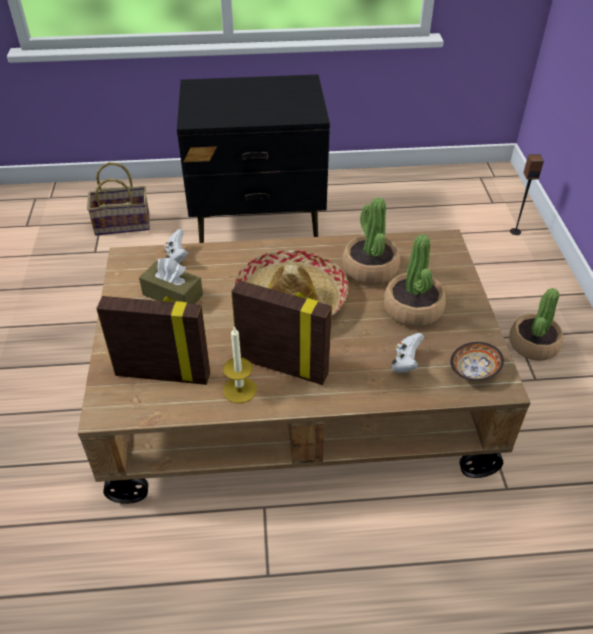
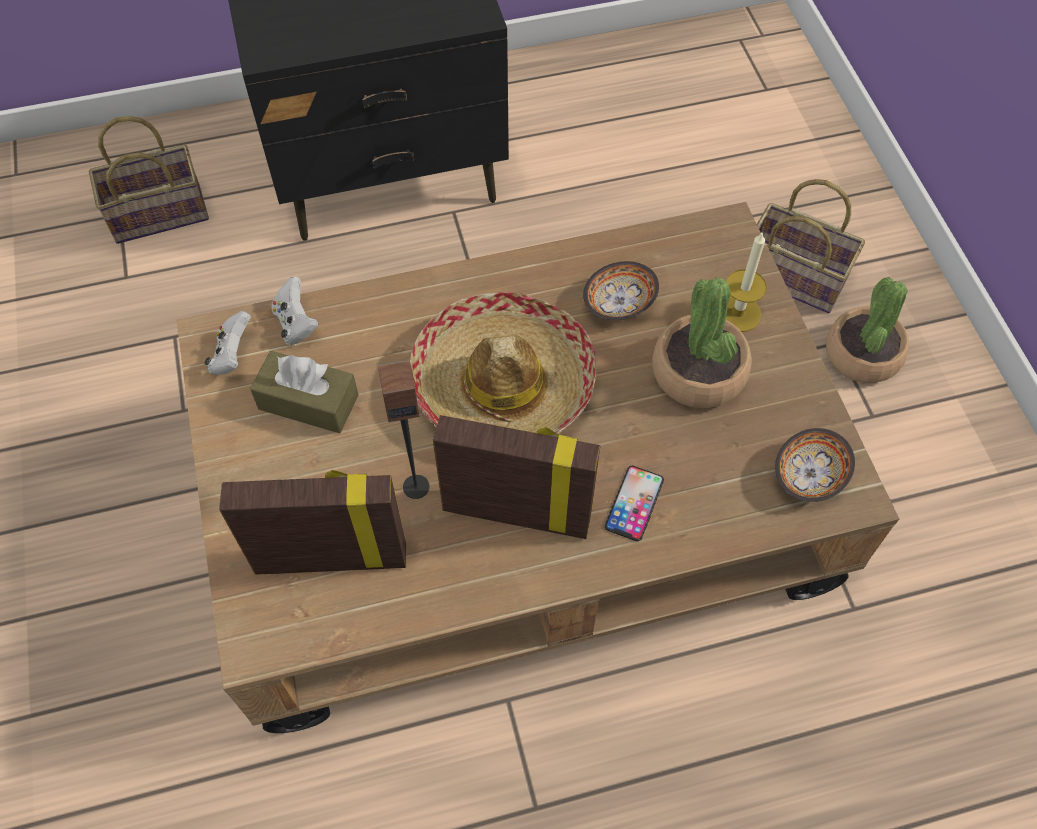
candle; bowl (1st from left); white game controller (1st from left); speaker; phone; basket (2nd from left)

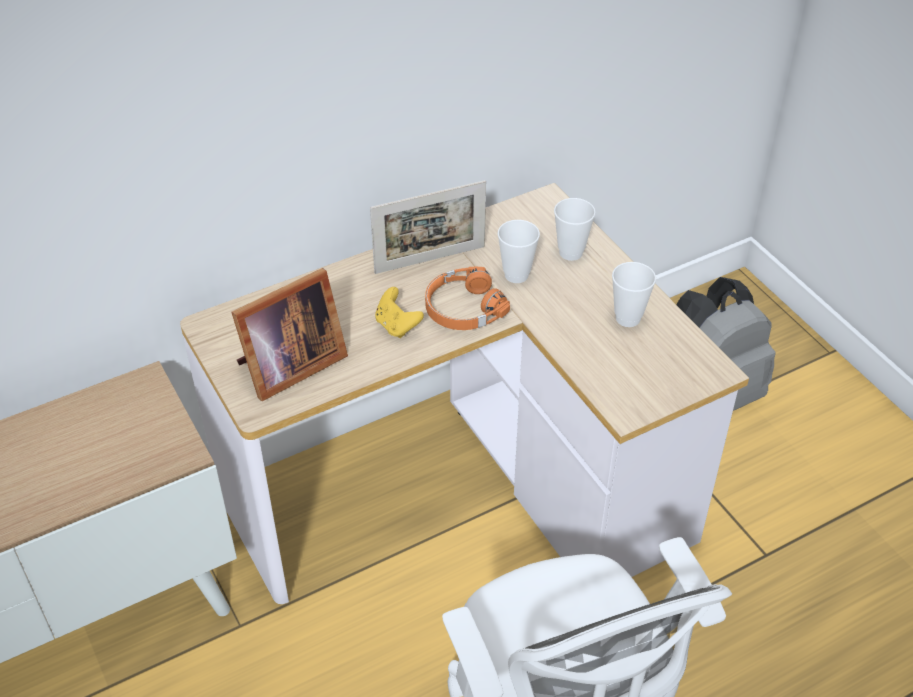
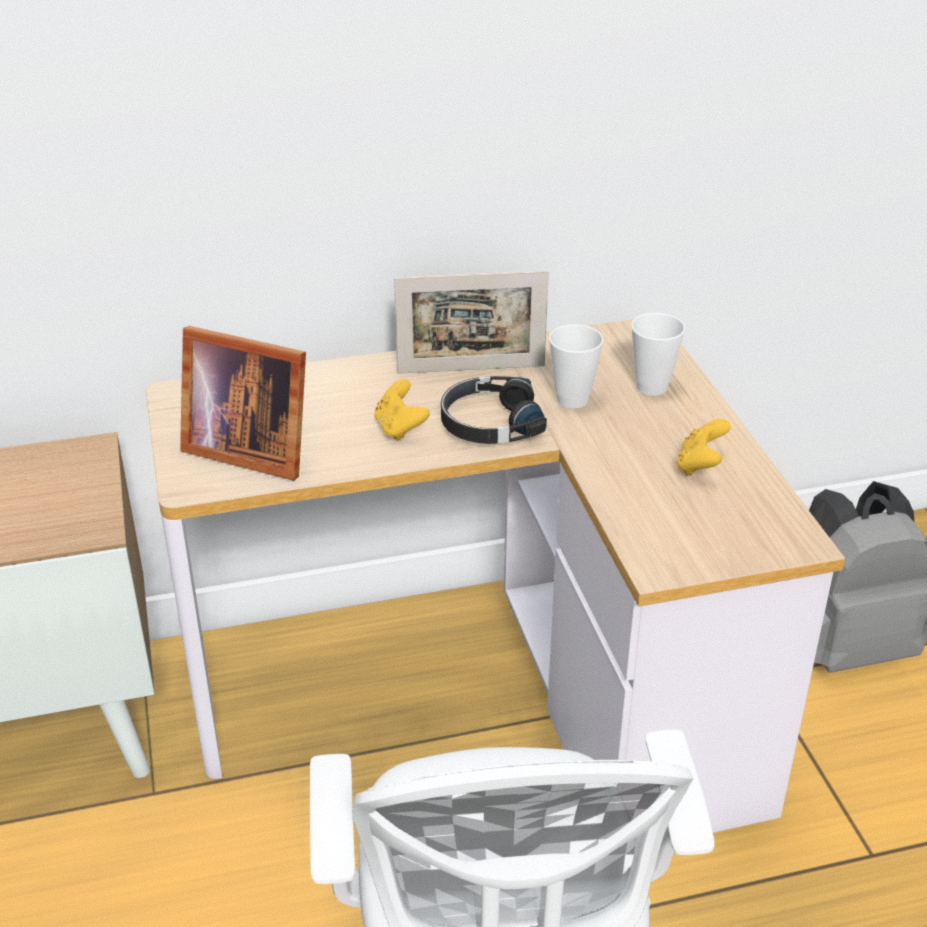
picture frame (1st from left); black headphones; yellow game controller (2nd from left)

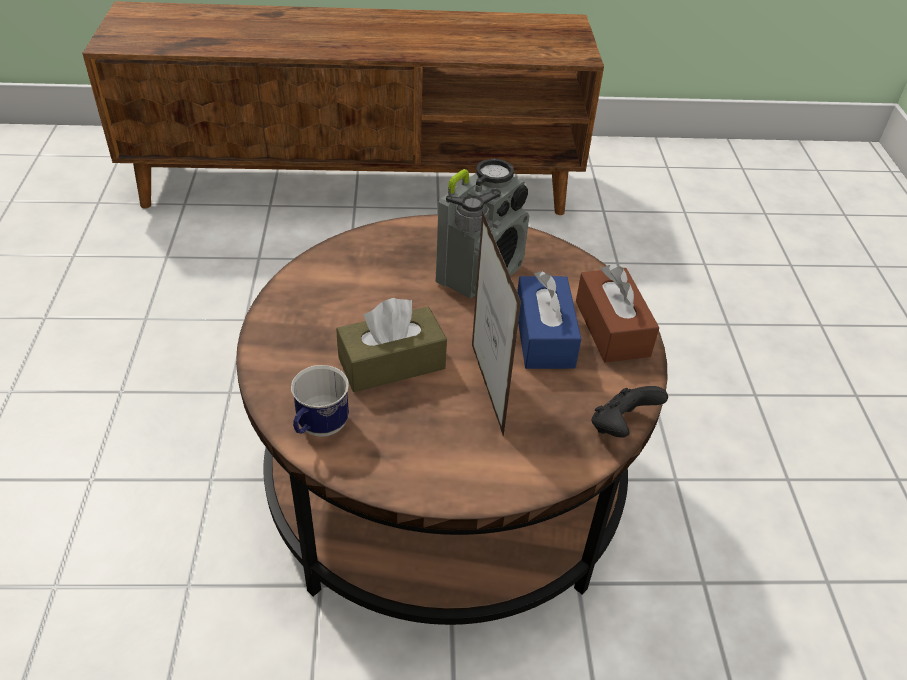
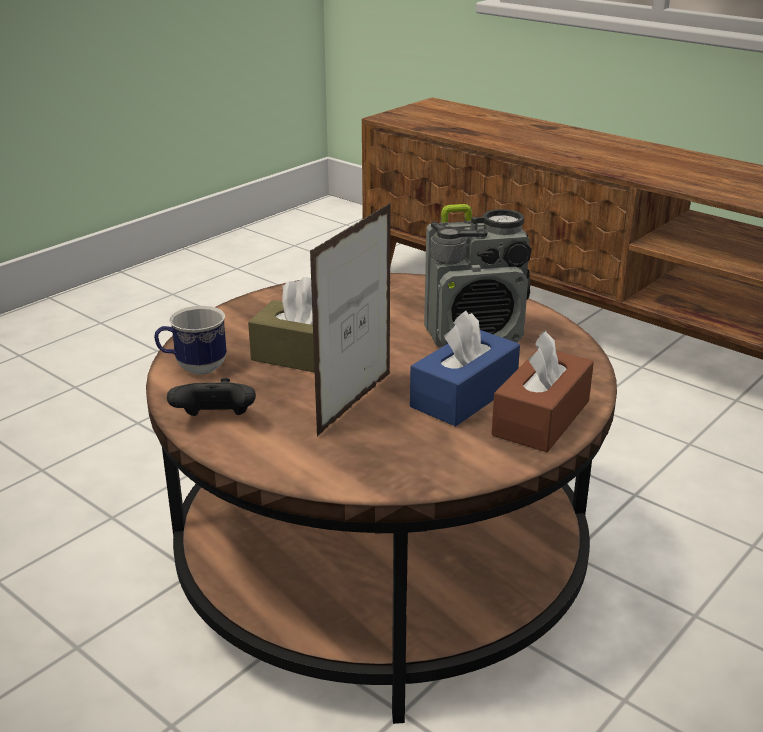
black game controller

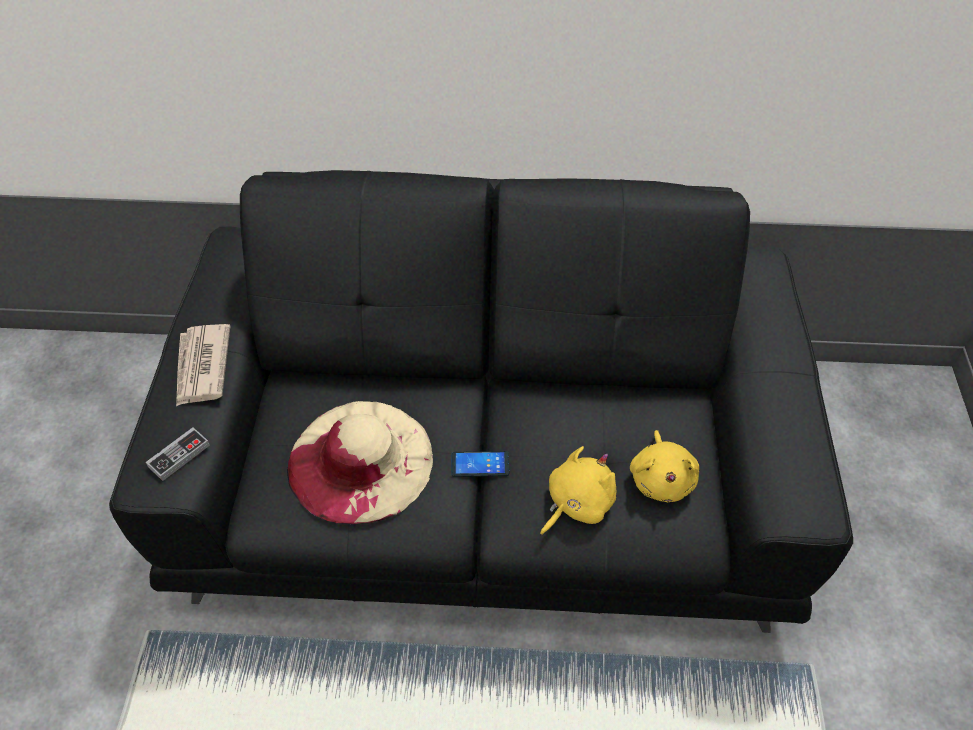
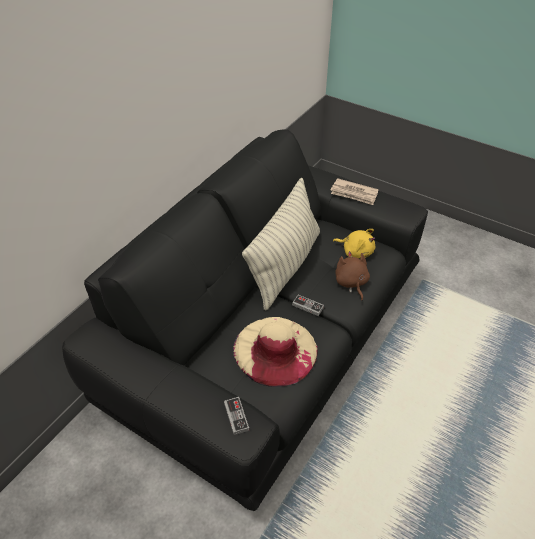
newspaper; game controller (2nd from left); brown plush toy; pillow

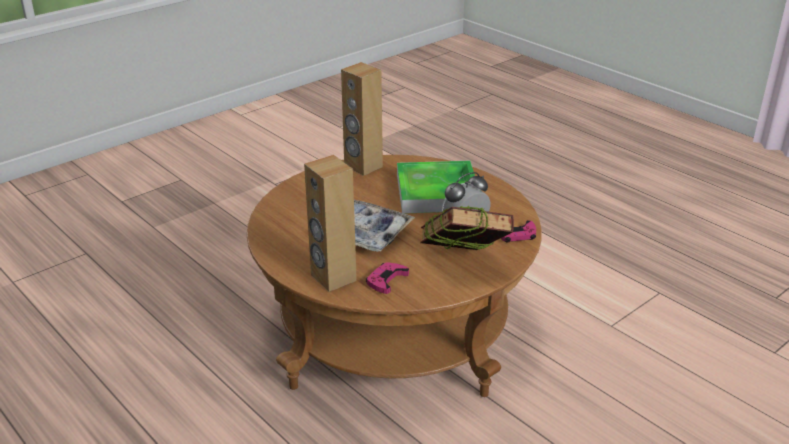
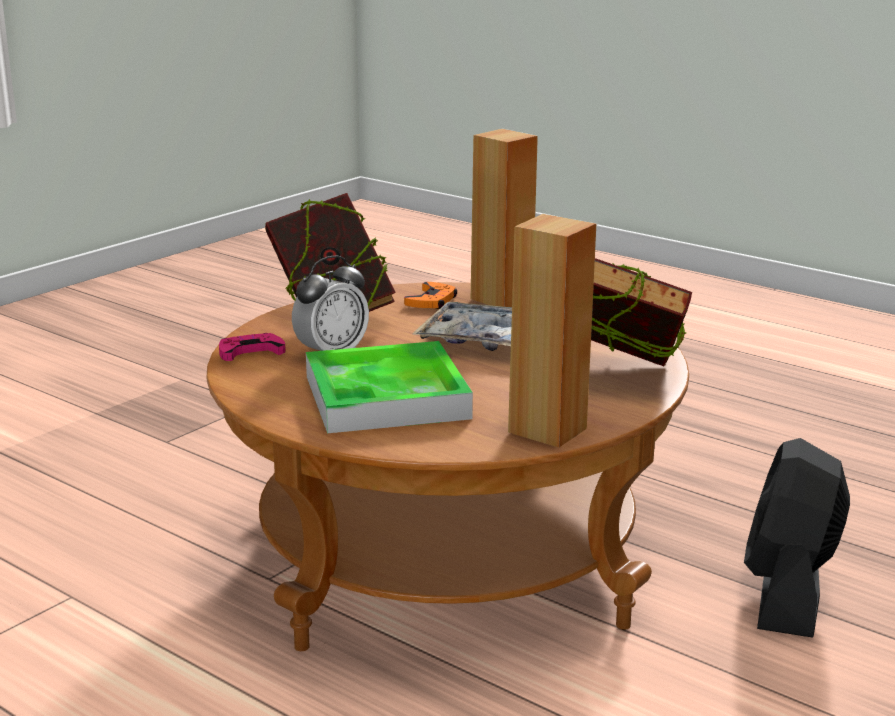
orange game controller; book (2nd from left); black fan

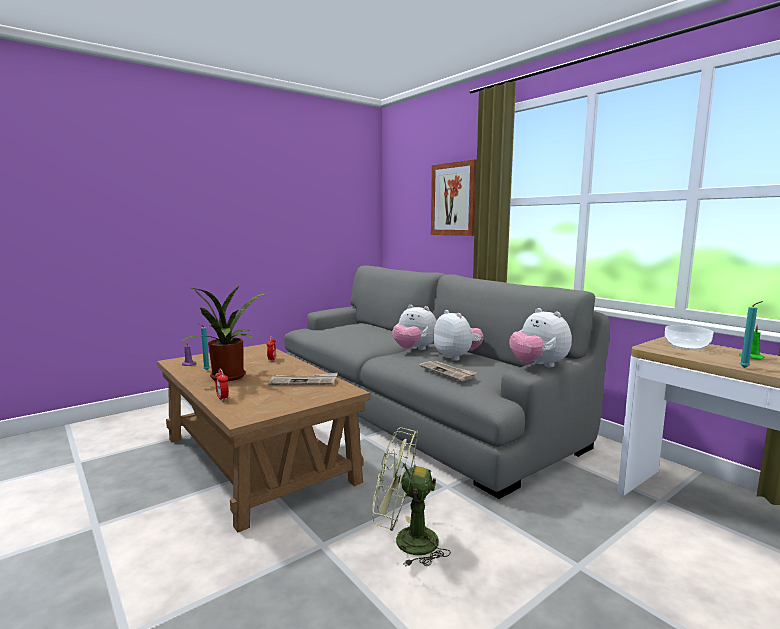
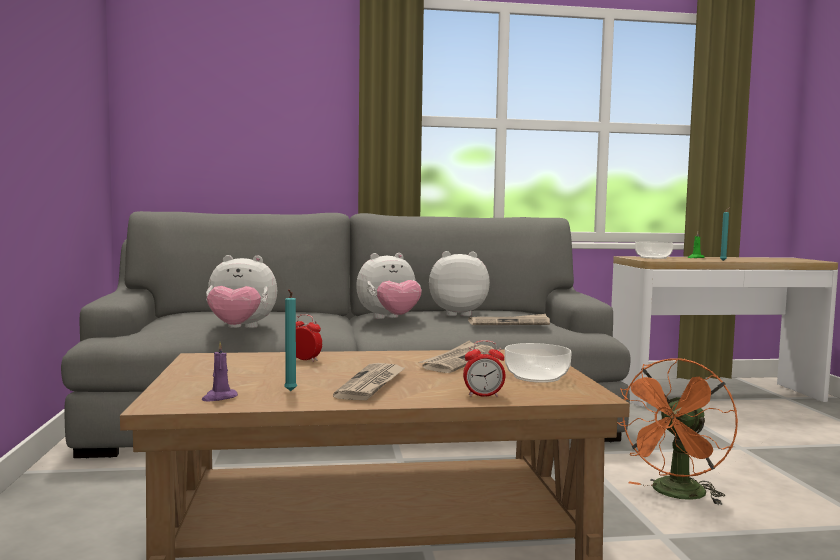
newspaper (1st from left); orange fan; picture; plush toy (1st from left); bowl (1st from left)

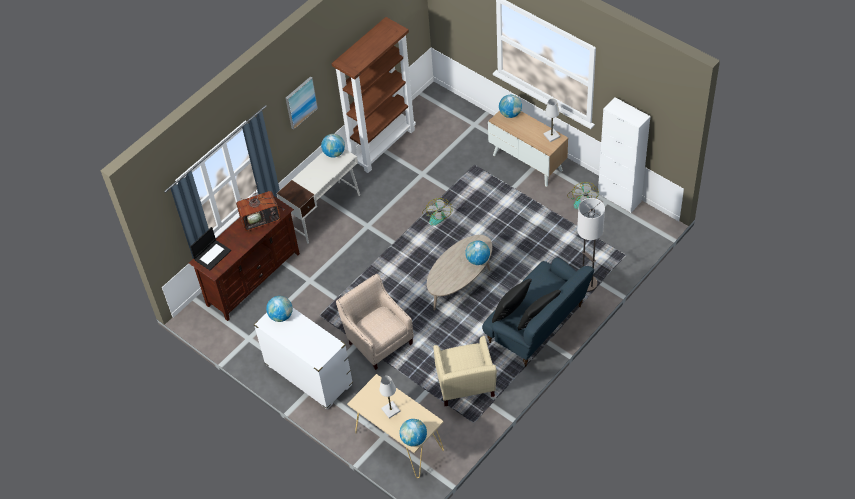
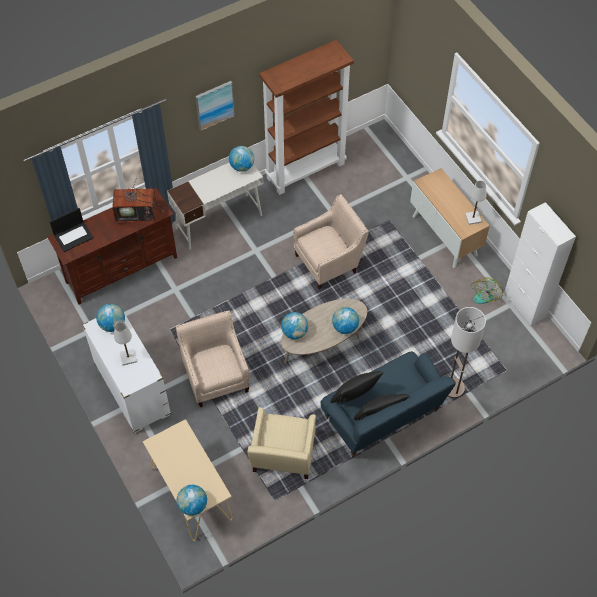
white table lamp (1st from left); beige armchair (3rd from left); globe (4th from left)

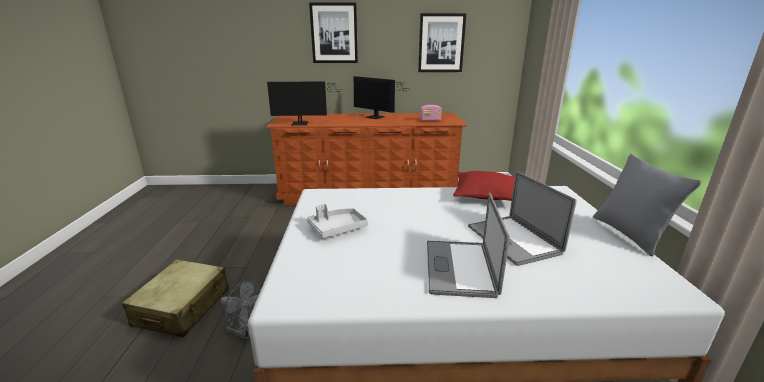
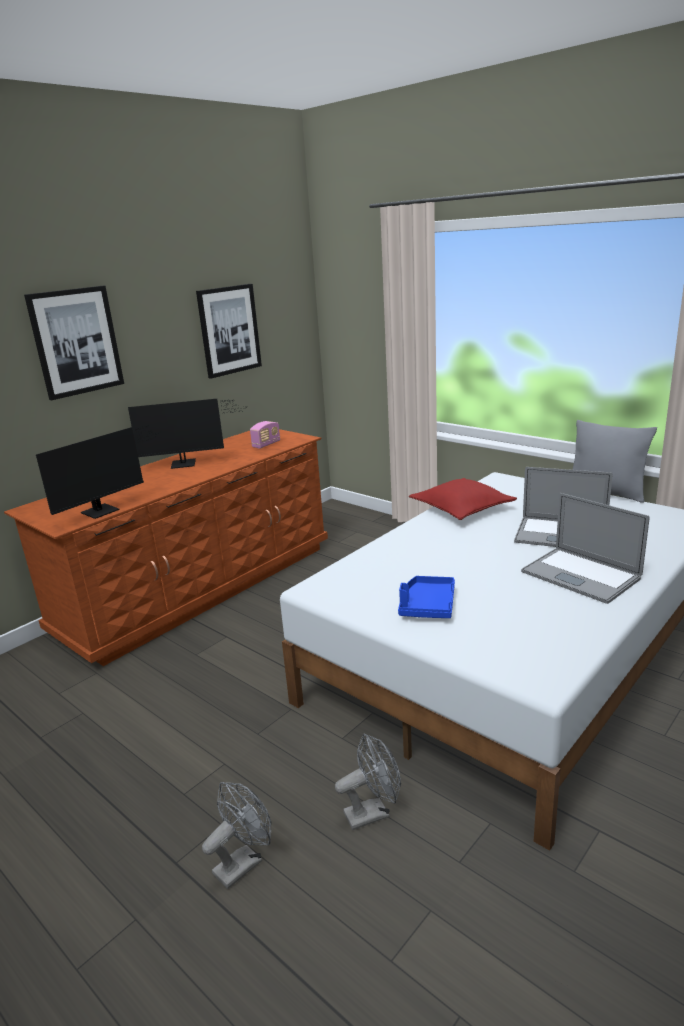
grey fan (1st from left); blue tray

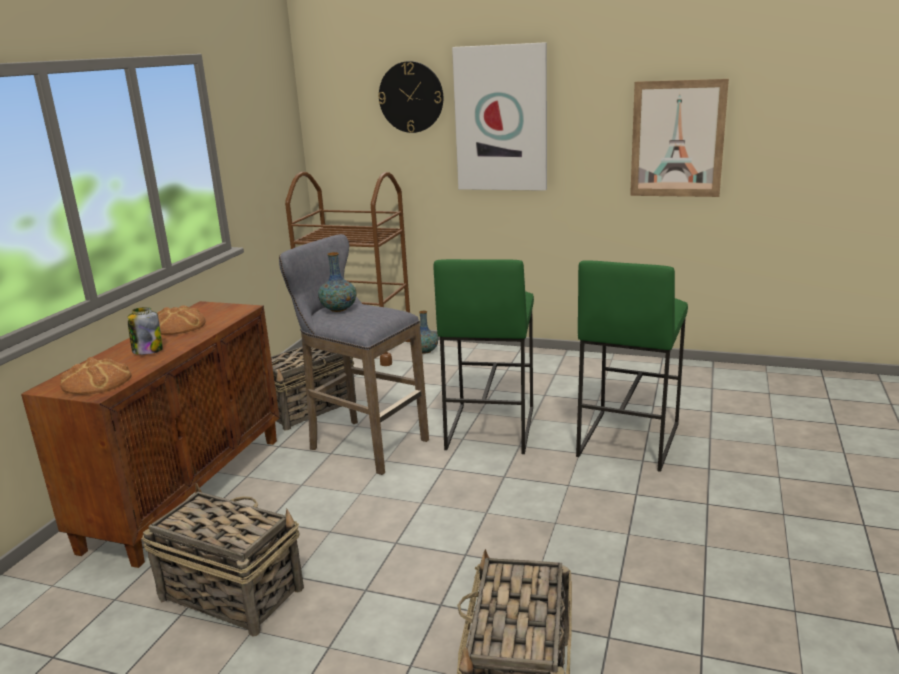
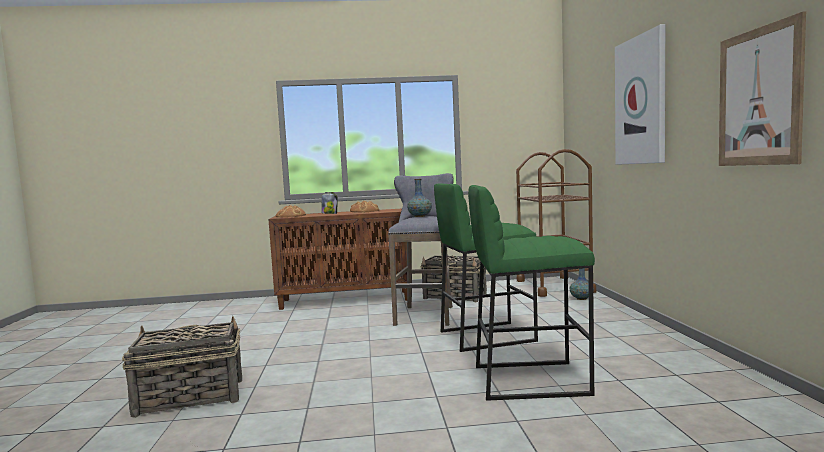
basket (1st from left in the first image); wall clock

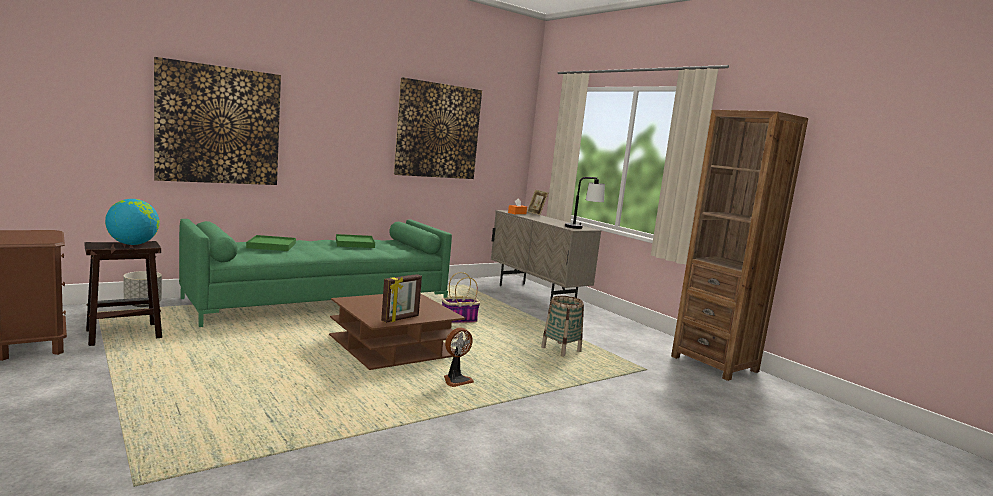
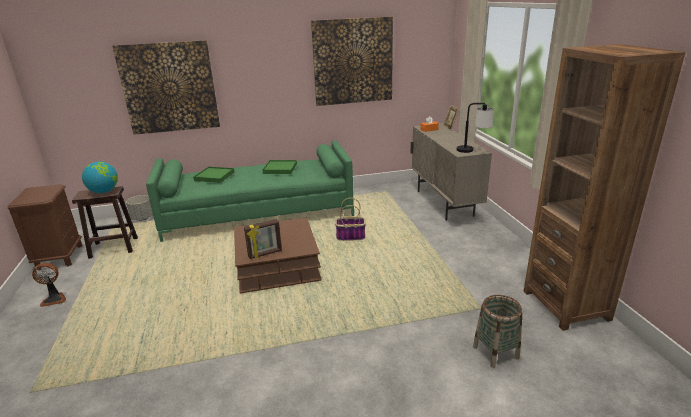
fan; basket (2nd from left)

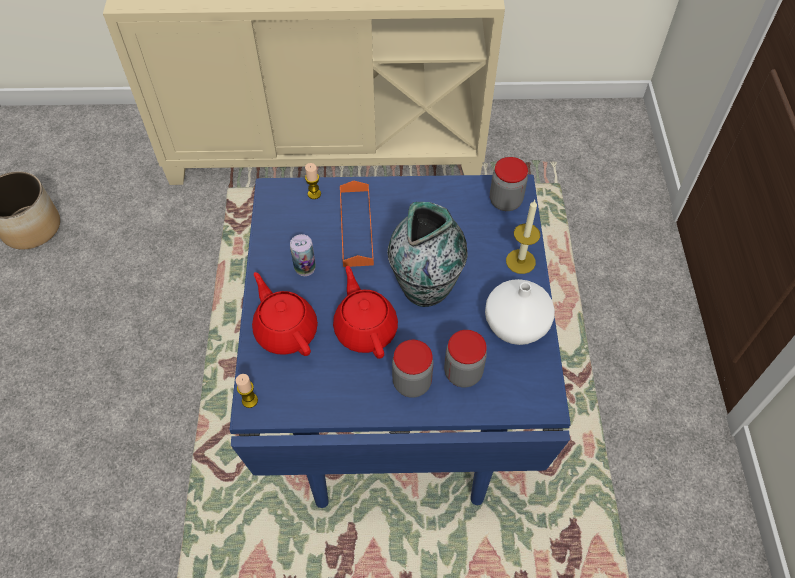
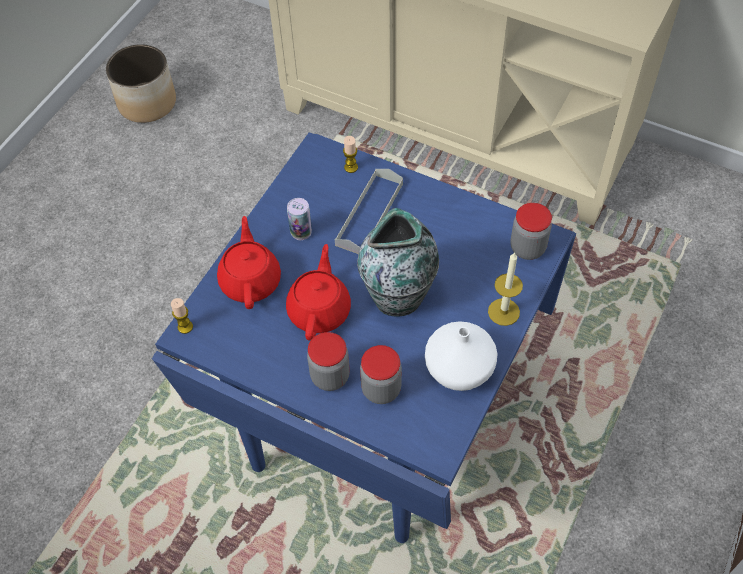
grey tray

